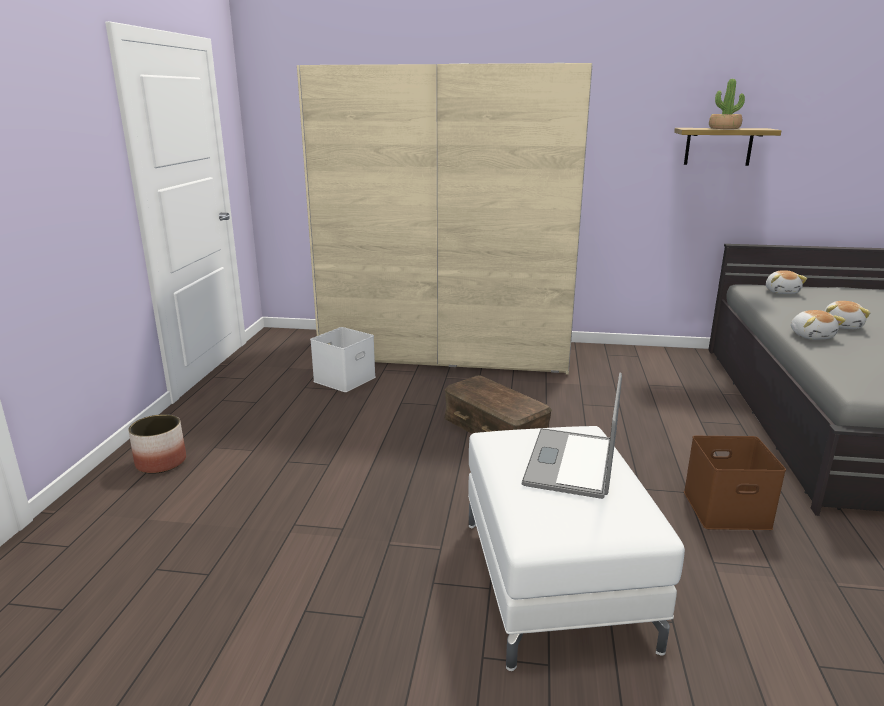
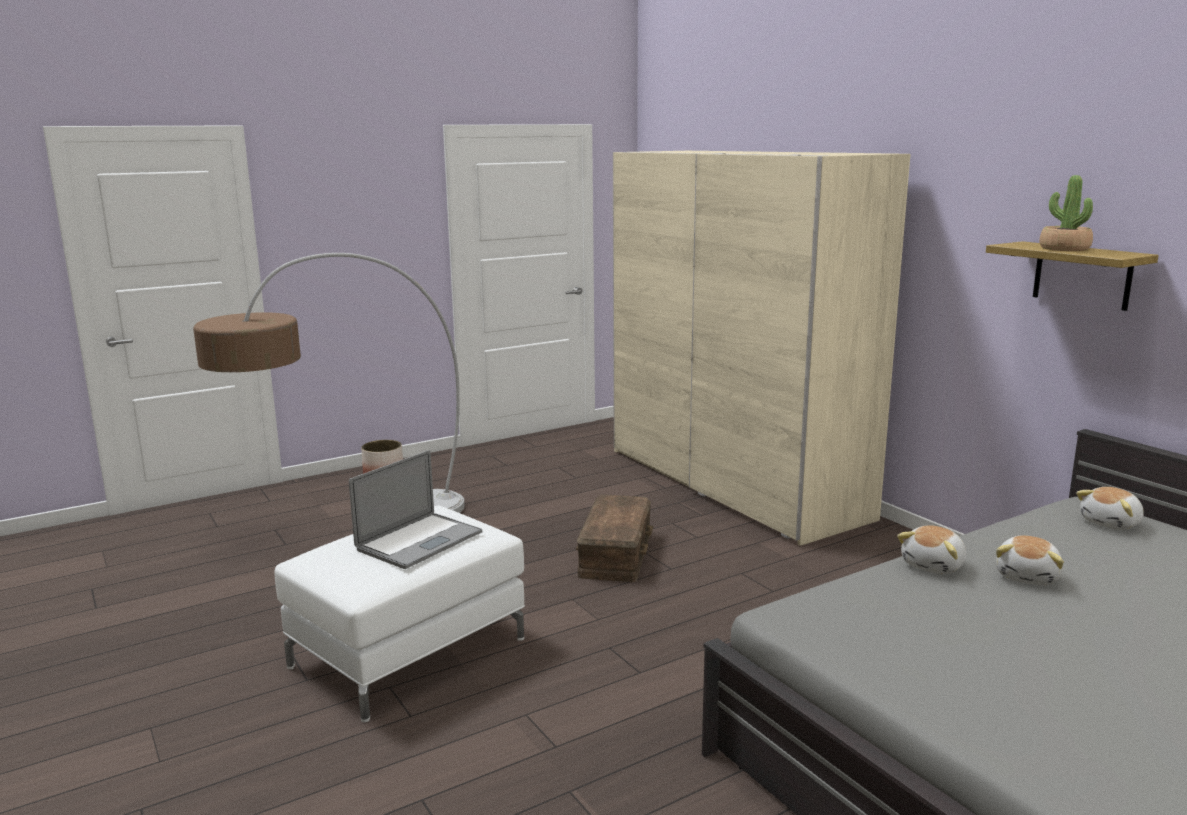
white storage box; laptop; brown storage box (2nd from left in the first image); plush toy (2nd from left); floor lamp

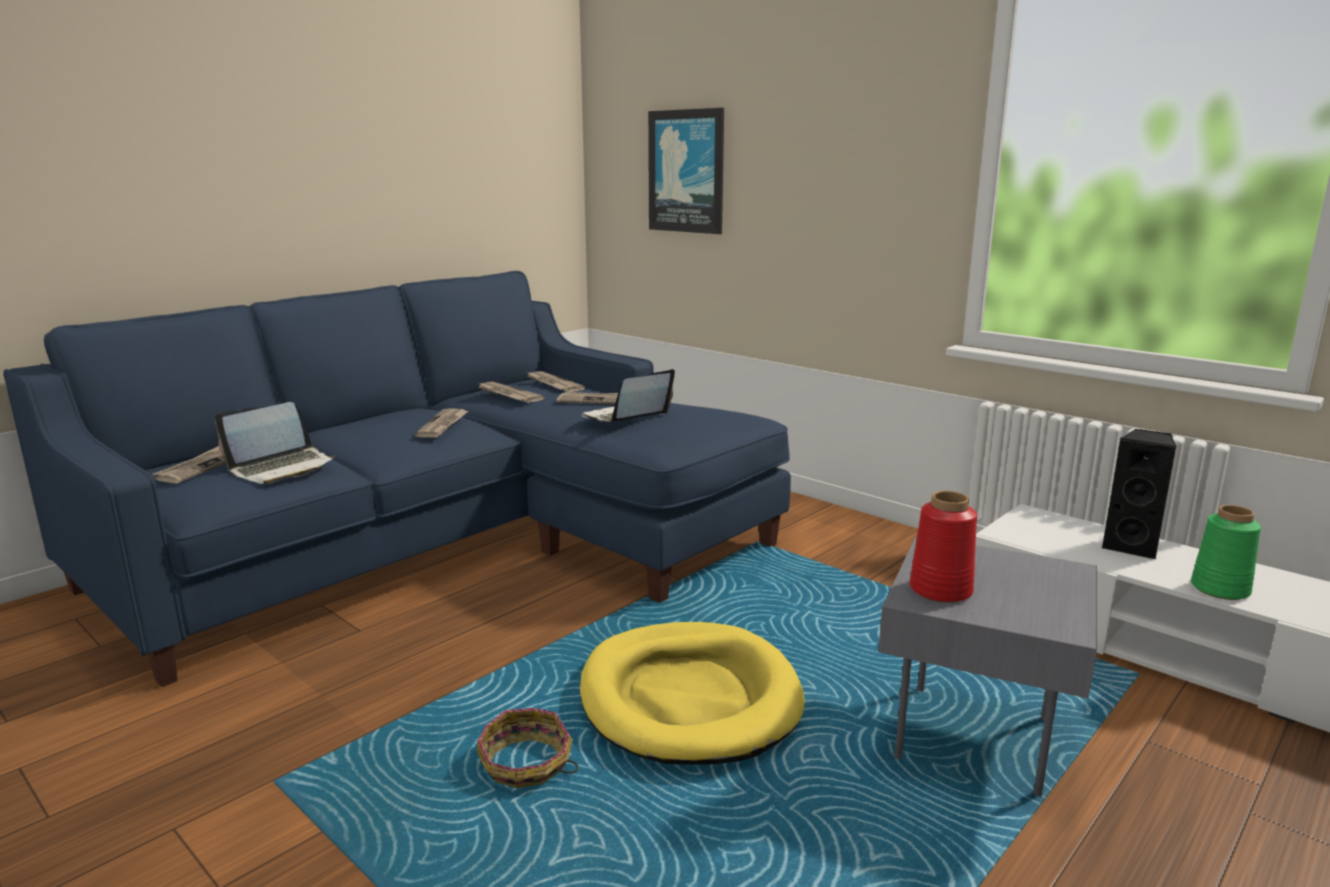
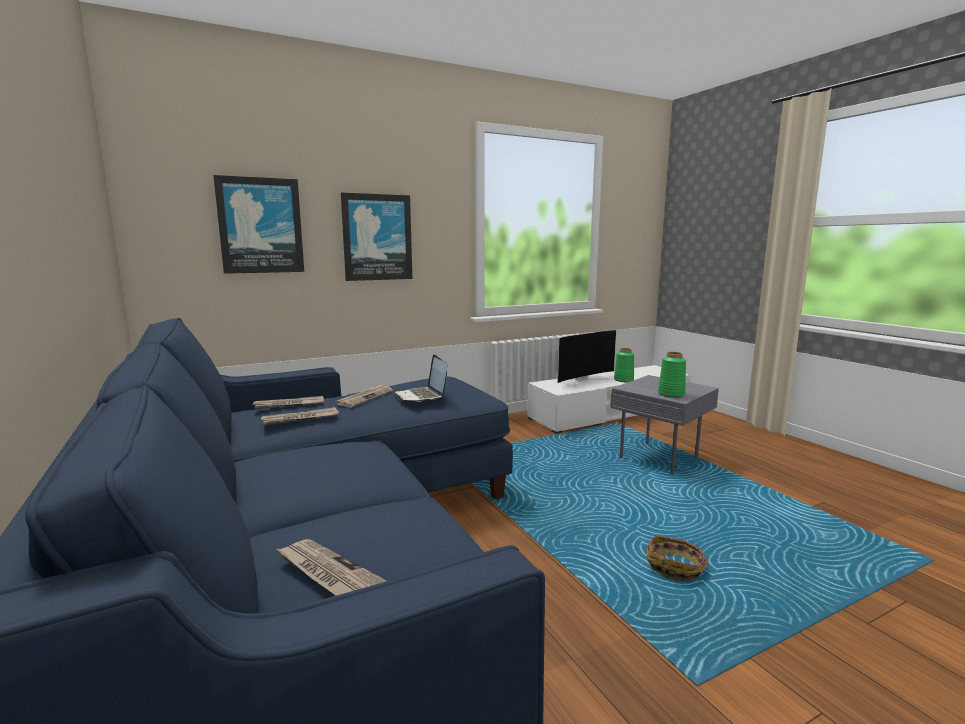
laptop (1st from left in the first image); newspaper (2nd from left in the first image); yellow dog bed; green vase (2nd from left); television; picture (2nd from left)

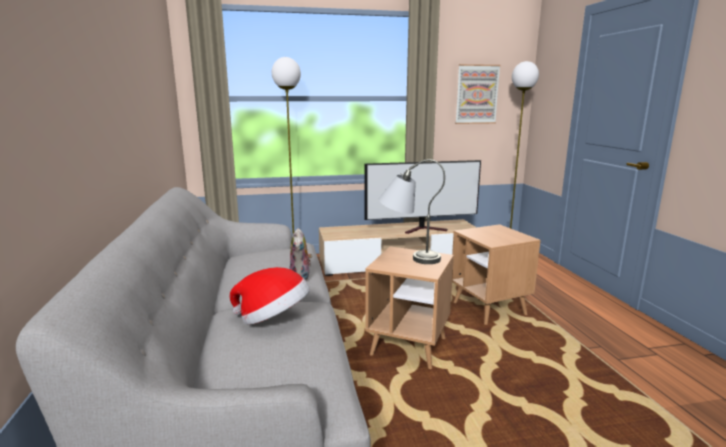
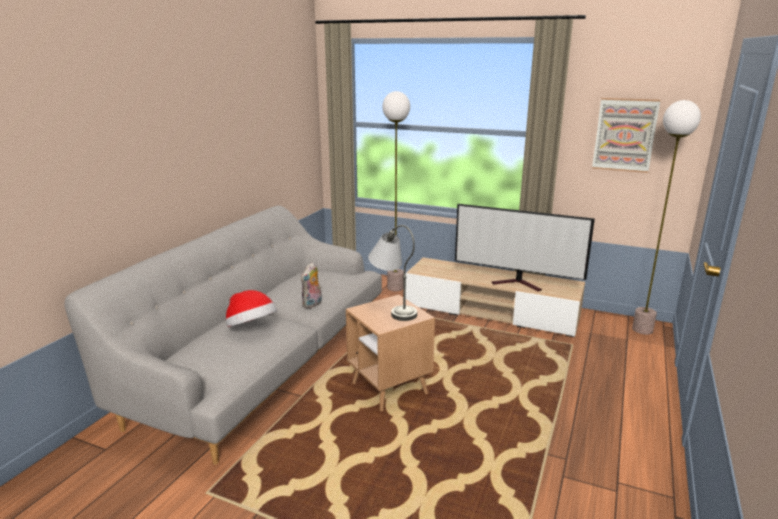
brown side table (2nd from left in the first image)

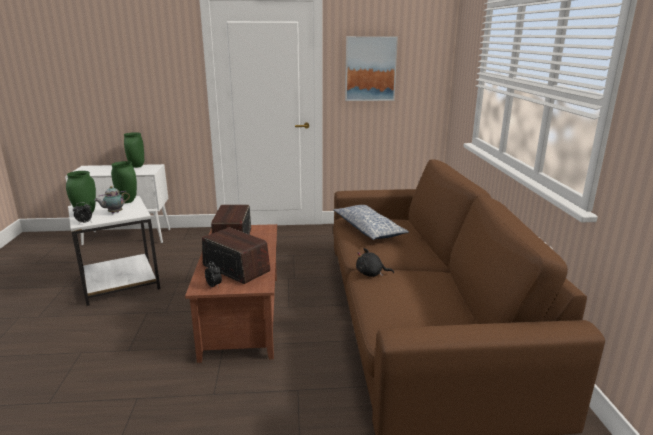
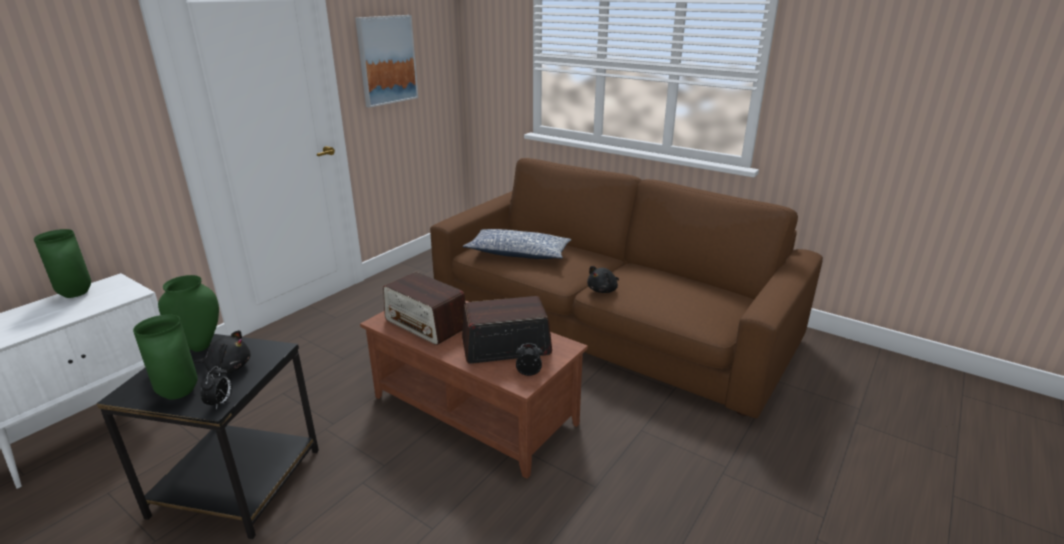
black side table; black plush toy (1st from left)

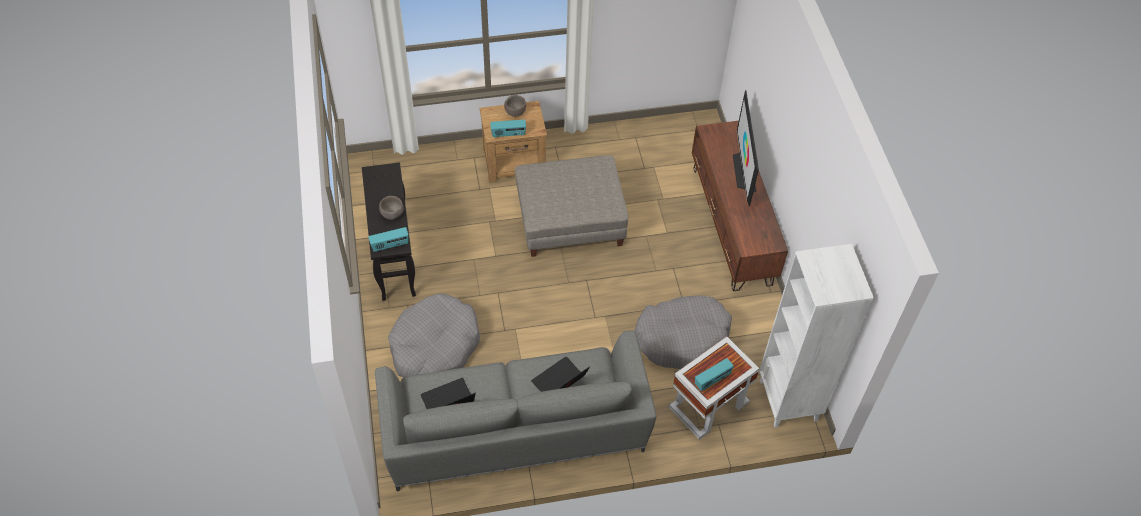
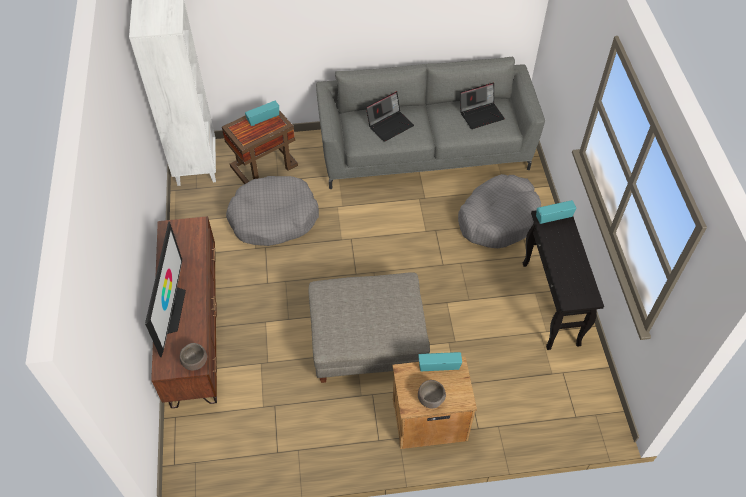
brown bowl (1st from left); brown side table

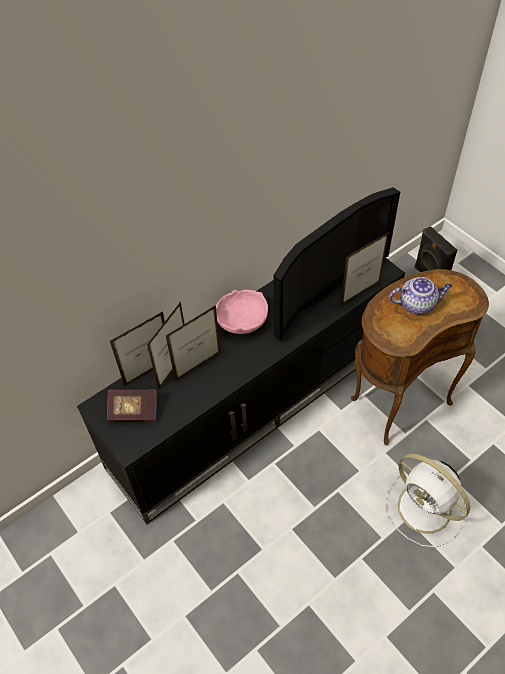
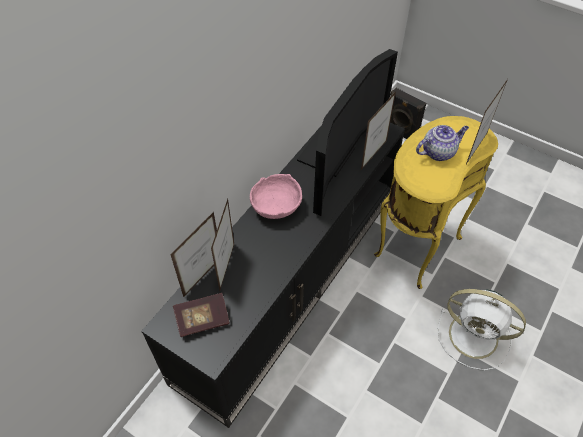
picture frame (4th from left); yellow side table

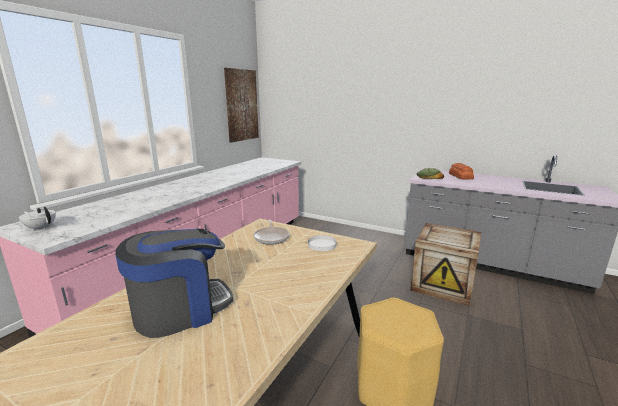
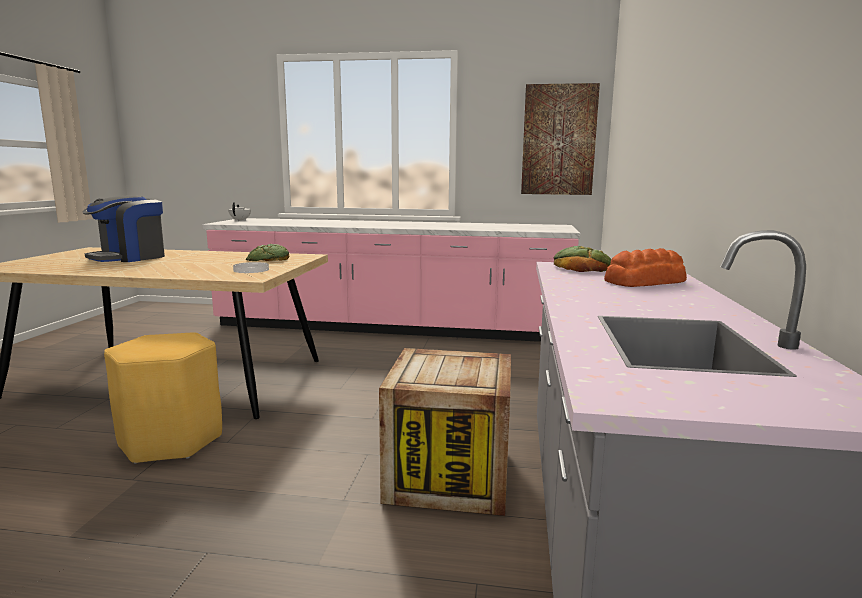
coffee machine; bread (1st from left)

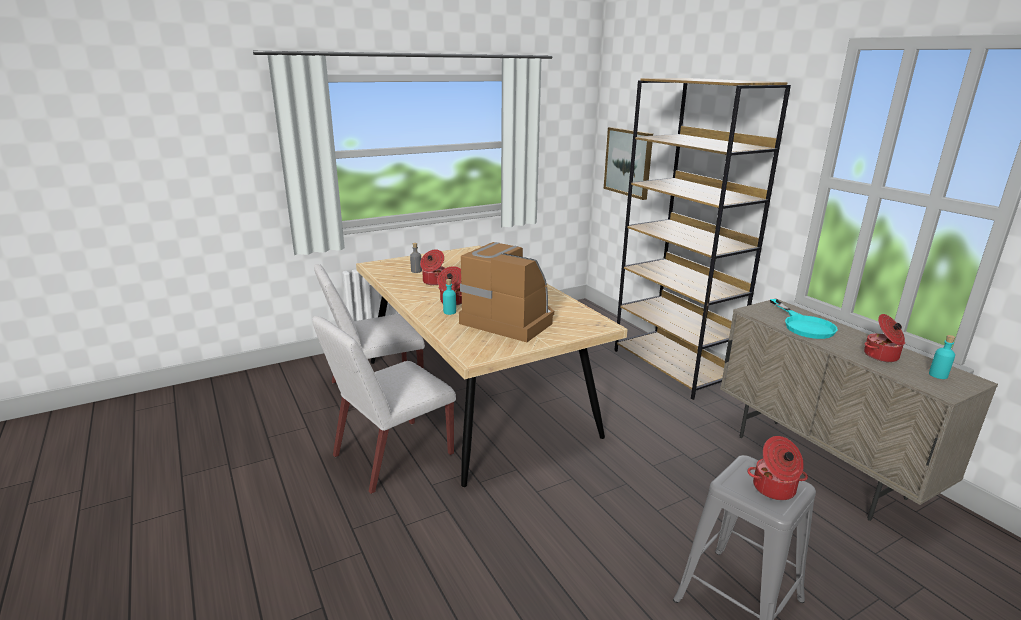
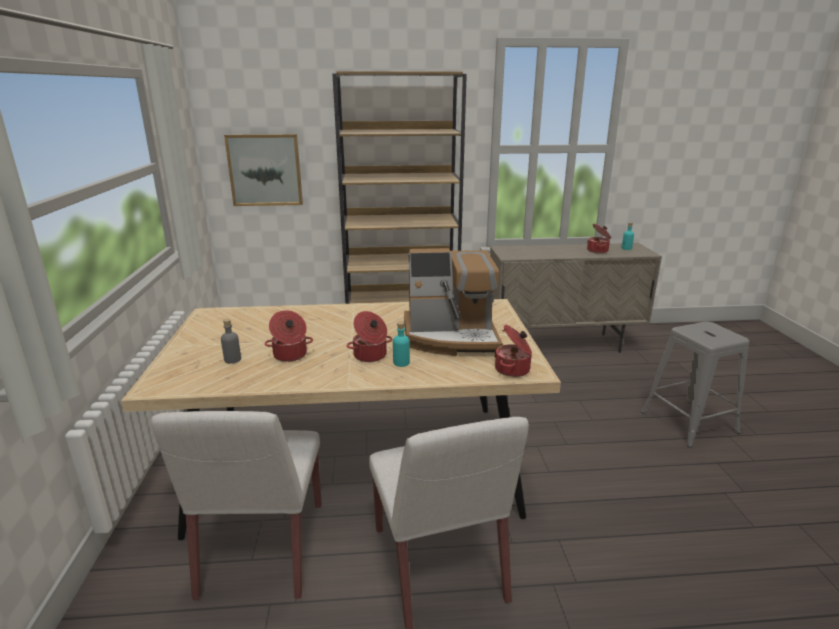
coffee machine; cooking pot (3rd from left); turquoise frying pan

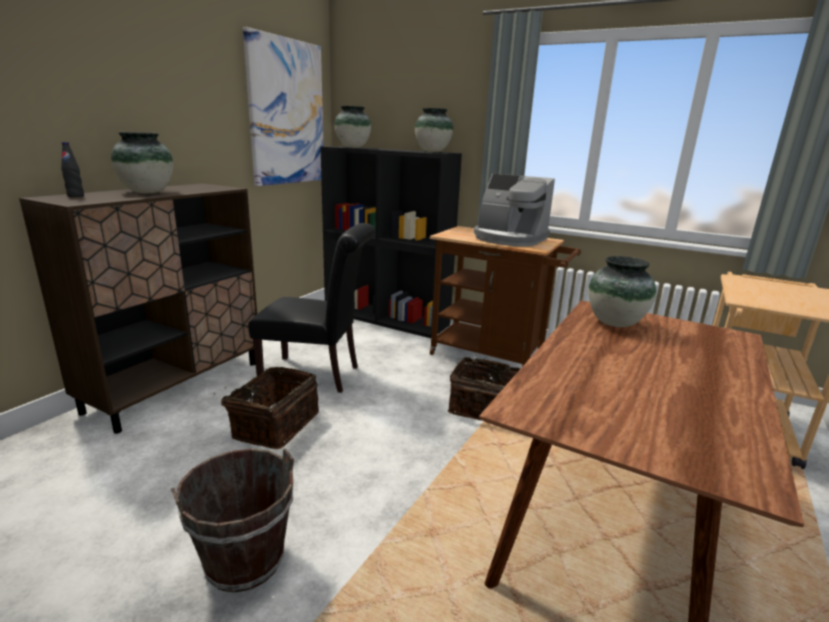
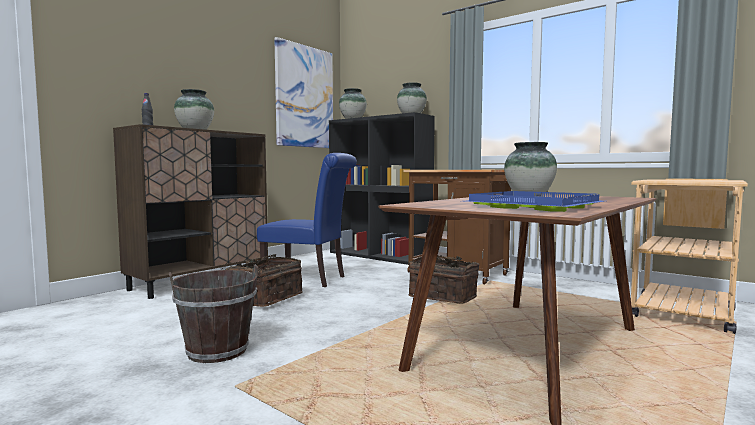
blue chair; coffee machine; blue tray

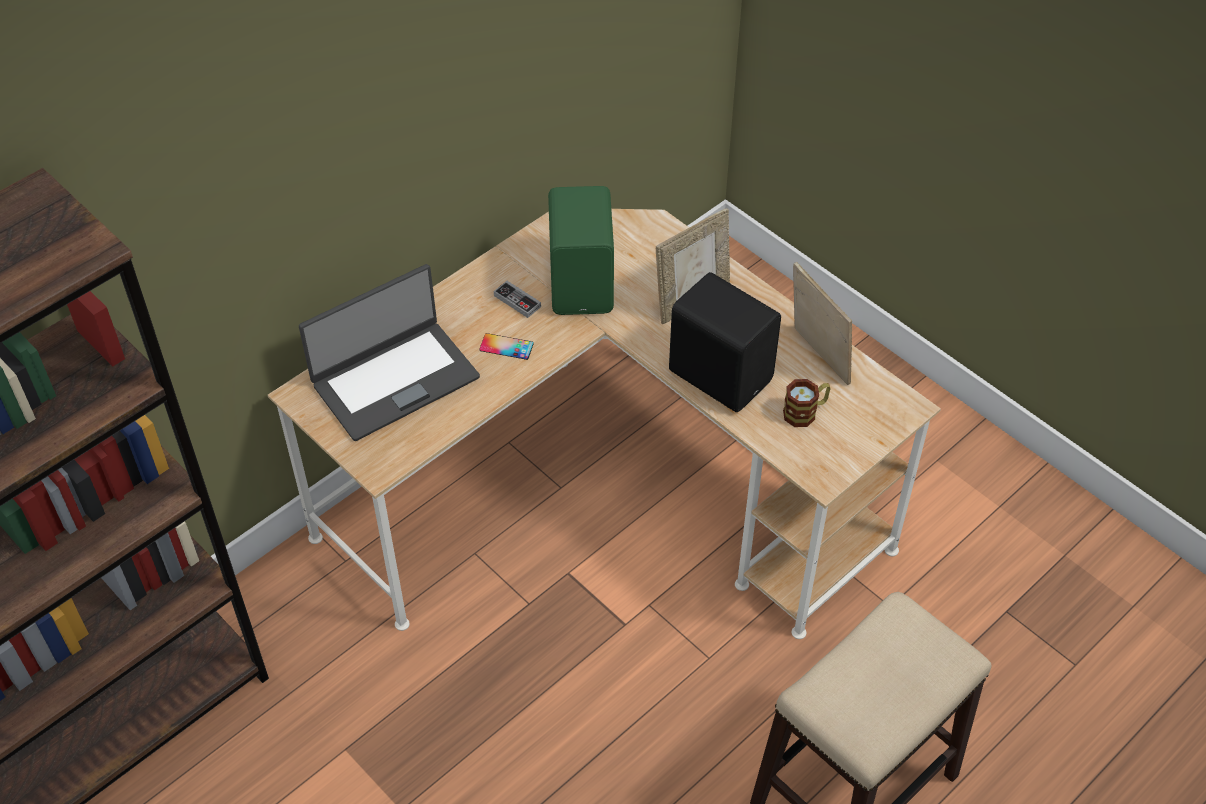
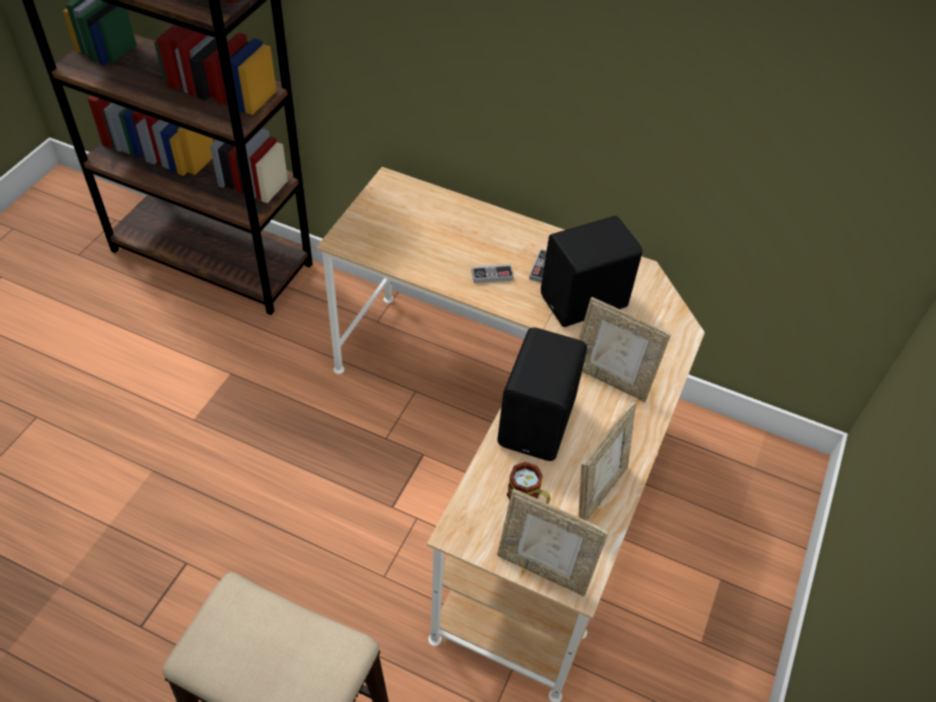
laptop; game controller (1st from left); black speaker (2nd from left); picture frame (1st from left)

